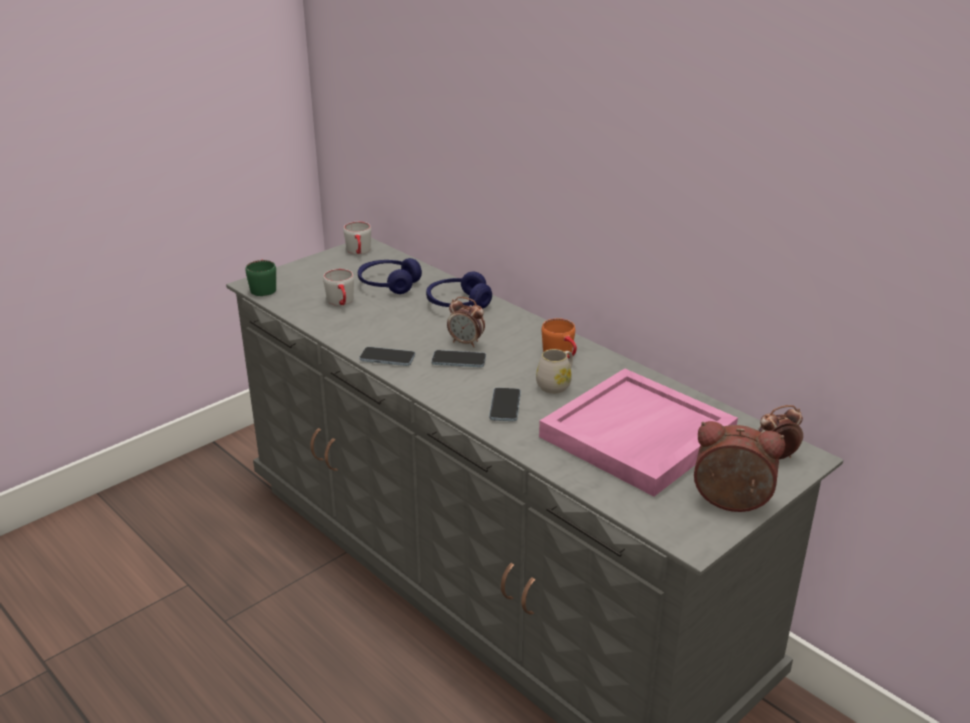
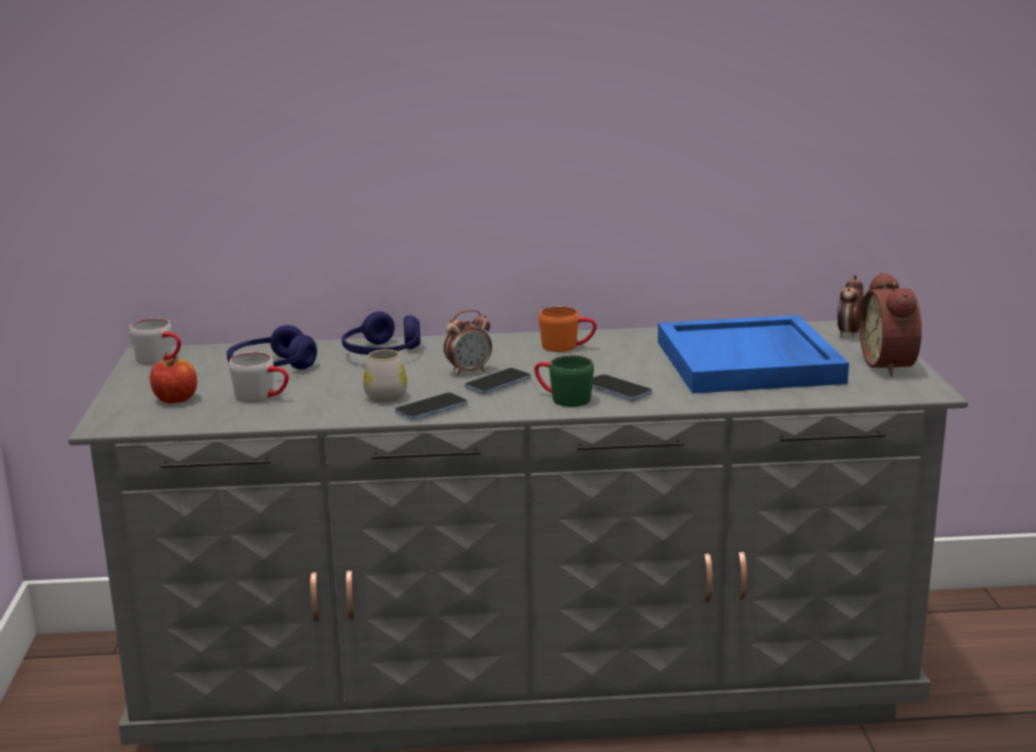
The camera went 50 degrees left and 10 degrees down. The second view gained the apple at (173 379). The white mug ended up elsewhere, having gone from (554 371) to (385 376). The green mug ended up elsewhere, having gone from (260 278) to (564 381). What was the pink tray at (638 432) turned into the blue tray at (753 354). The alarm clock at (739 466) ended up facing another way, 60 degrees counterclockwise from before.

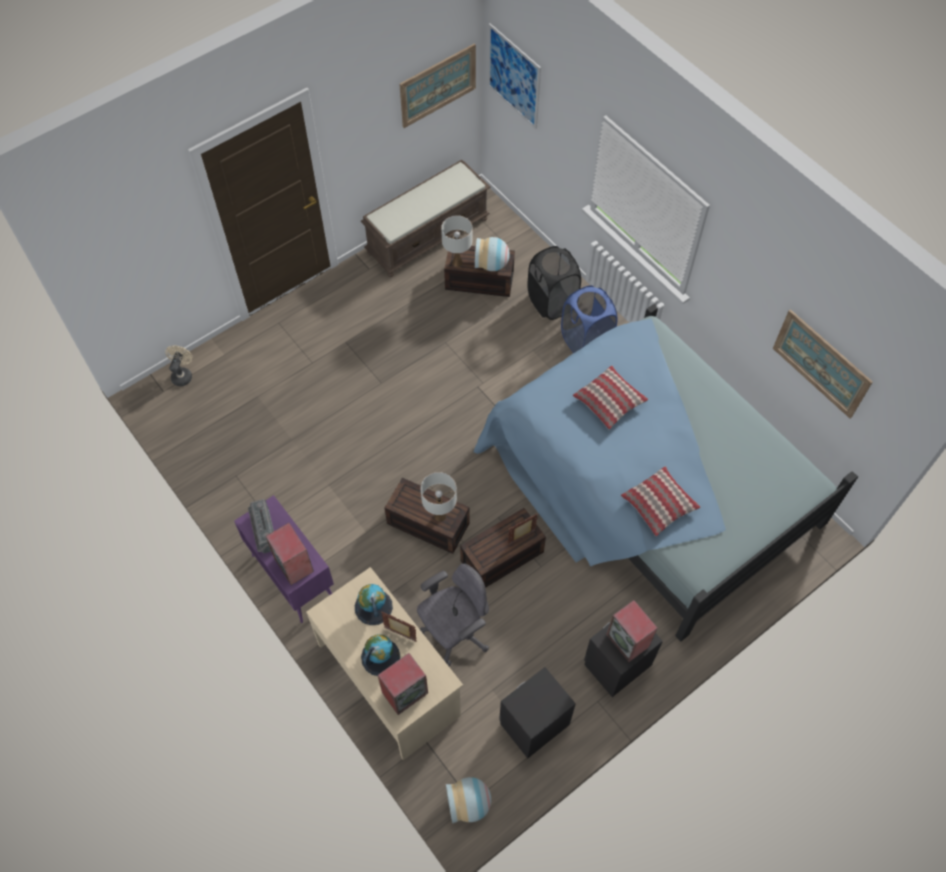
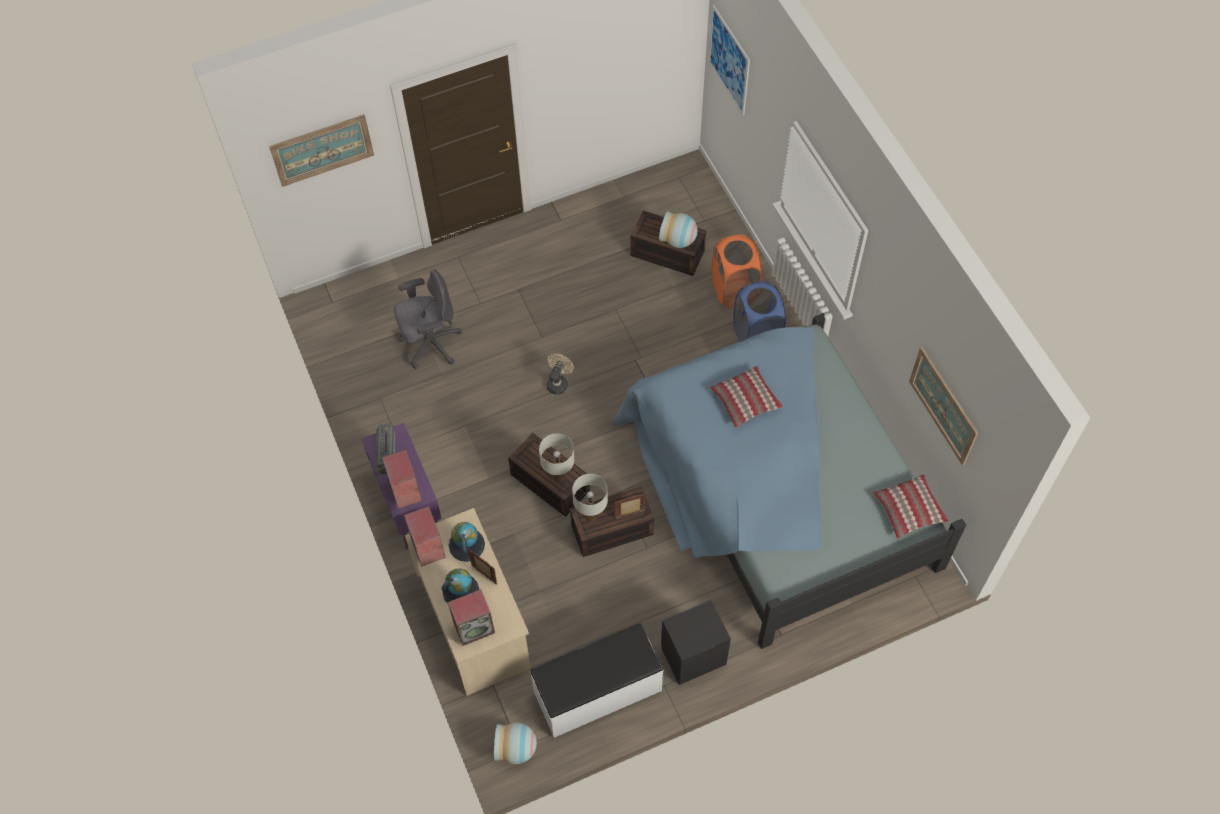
The camera went 15 degrees right and 0 degrees up. The picture ended up elsewhere, having gone from (437 86) to (321 150). The grey office chair ended up elsewhere, having gone from (453 614) to (428 319). The speaker ended up elsewhere, having gone from (632 631) to (425 536). Where the black nightstand stood at (537 712), the white bench came to stand at (596 680). The beige fan ended up elsewhere, having gone from (179 366) to (560 374). The white table lamp ended up elsewhere, having gone from (456 241) to (590 498). What was the black laundry basket at (554 283) turned into the orange laundry basket at (736 271). The pillow ended up elsewhere, having gone from (660 501) to (911 506). The second view lost the brown bench at (425 218).

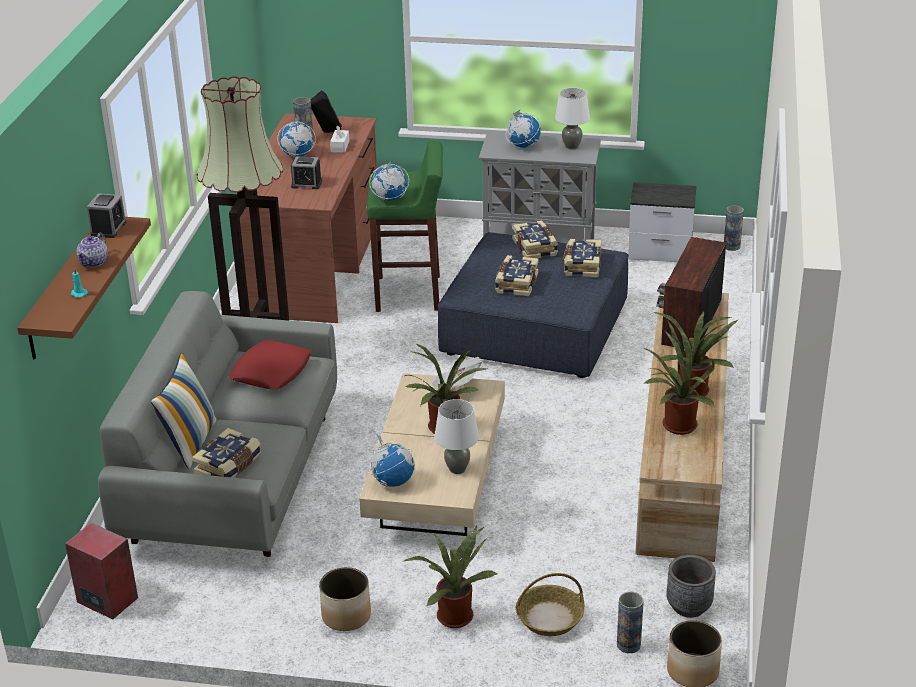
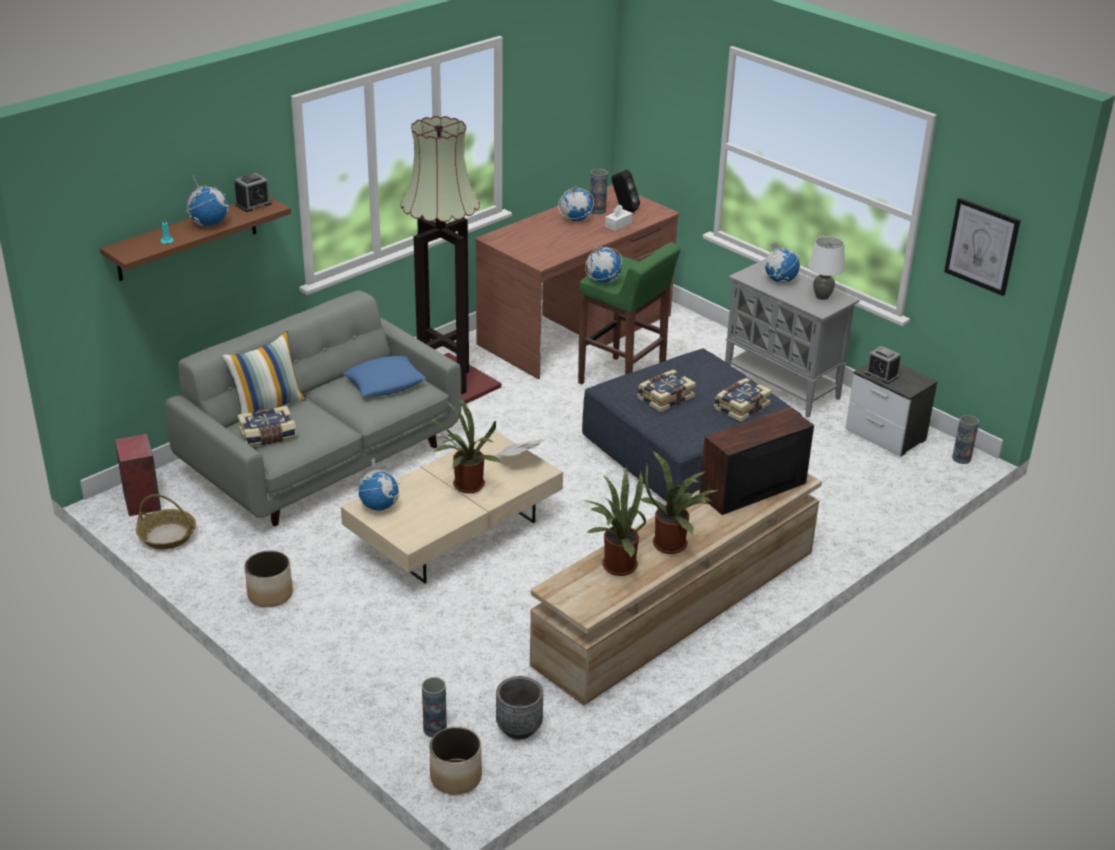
The camera went 35 degrees right and 0 degrees up. The basket ended up elsewhere, having gone from (550 604) to (166 521). Where the teapot stood at (92 249), the globe came to stand at (207 201). What was the red pillow at (270 365) turned into the blue pillow at (384 376). The alarm clock ended up elsewhere, having gone from (306 172) to (883 365). The second view gained the picture at (982 247). The second view lost the potted plant at (451 577). The second view lost the white table lamp at (456 436). The second view lost the book at (535 239).

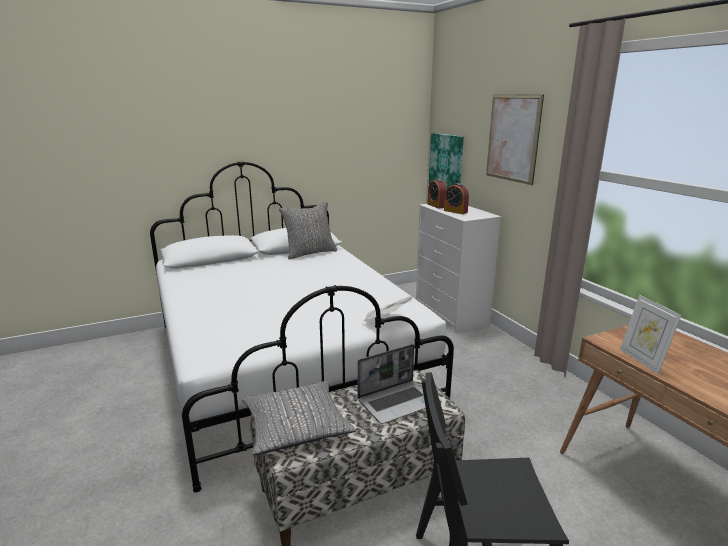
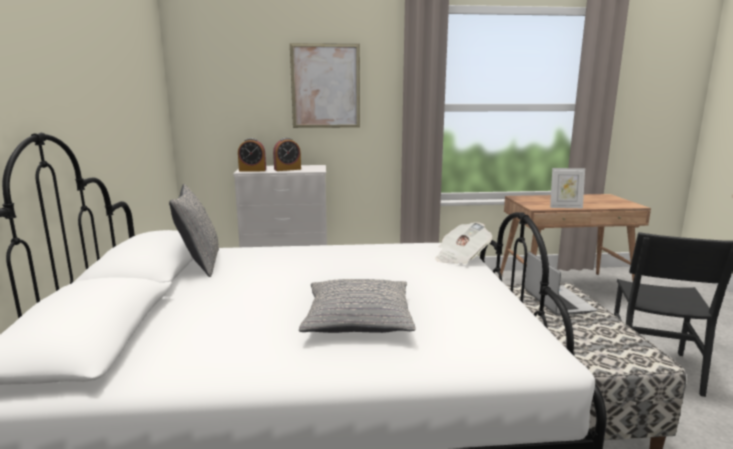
The camera went 70 degrees left and 5 degrees down. The grey pillow ended up elsewhere, having gone from (299 418) to (357 306). The second view lost the picture at (446 160).

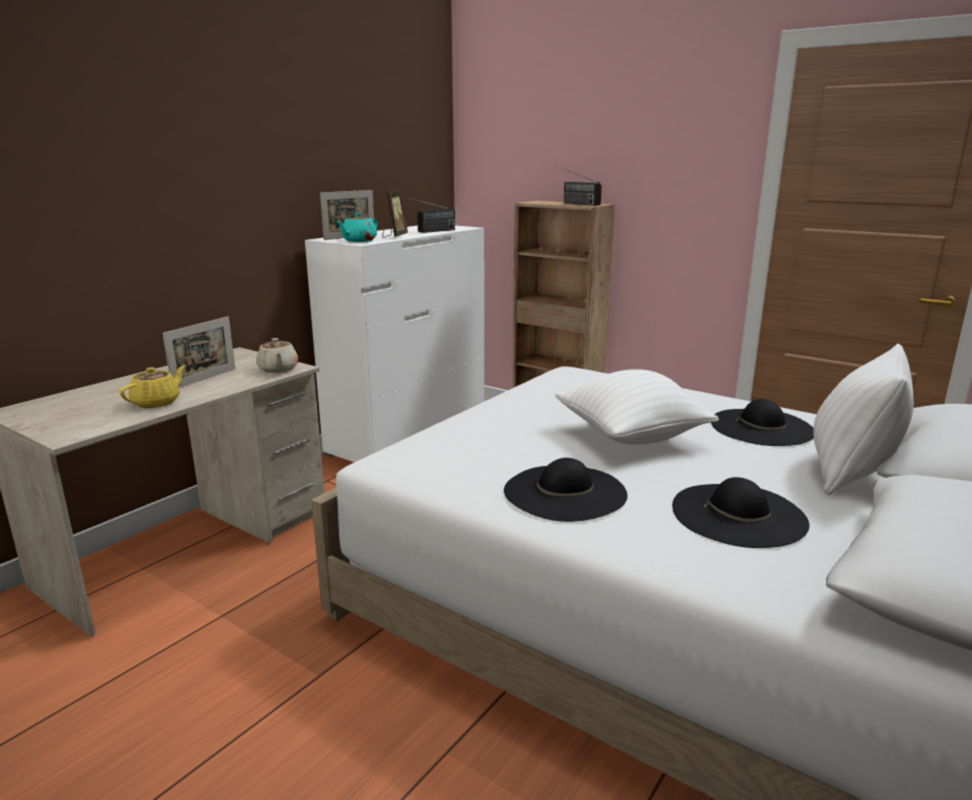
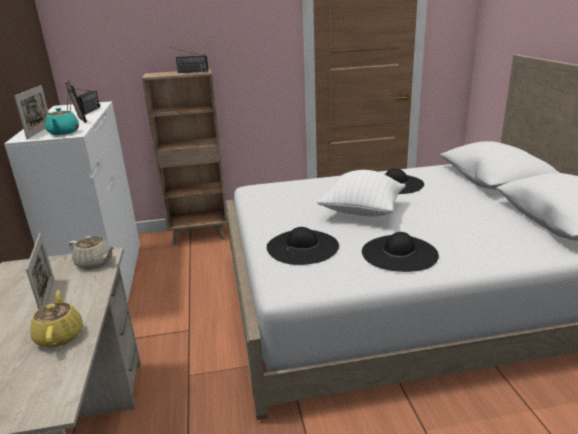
The camera went 45 degrees left and 5 degrees up. The black hat ended up elsewhere, having gone from (740 512) to (303 246). The second view lost the white pillow at (863 419).

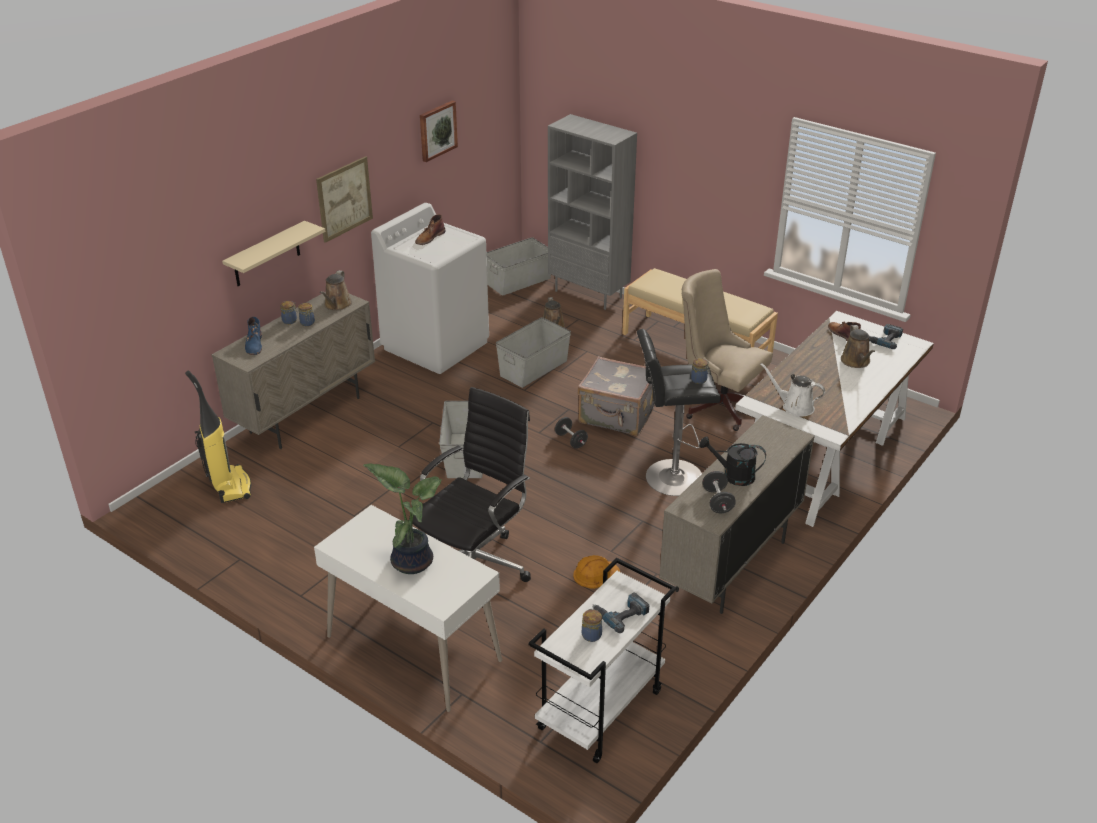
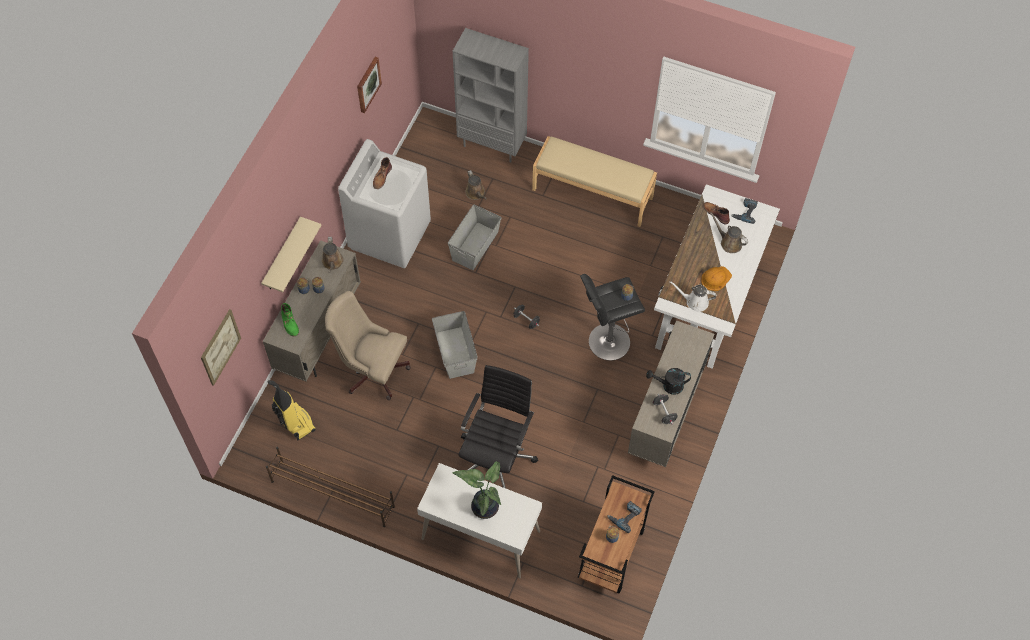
The camera went 15 degrees left and 25 degrees up. The picture ended up elsewhere, having gone from (344 199) to (221 347). The second view gained the brown shoe rack at (330 487). What was the blue boot at (253 336) turned into the green boot at (290 319). The beige office chair ended up elsewhere, having gone from (727 350) to (368 345). What was the white cart at (603 660) turned into the brown cart at (616 534). The orange hard hat ended up elsewhere, having gone from (596 572) to (716 278). The brown watering can at (858 346) ended up facing another way, 150 degrees clockwise from before. The second view lost the grey storage box at (518 266). The second view lost the grey suitcase at (616 396).

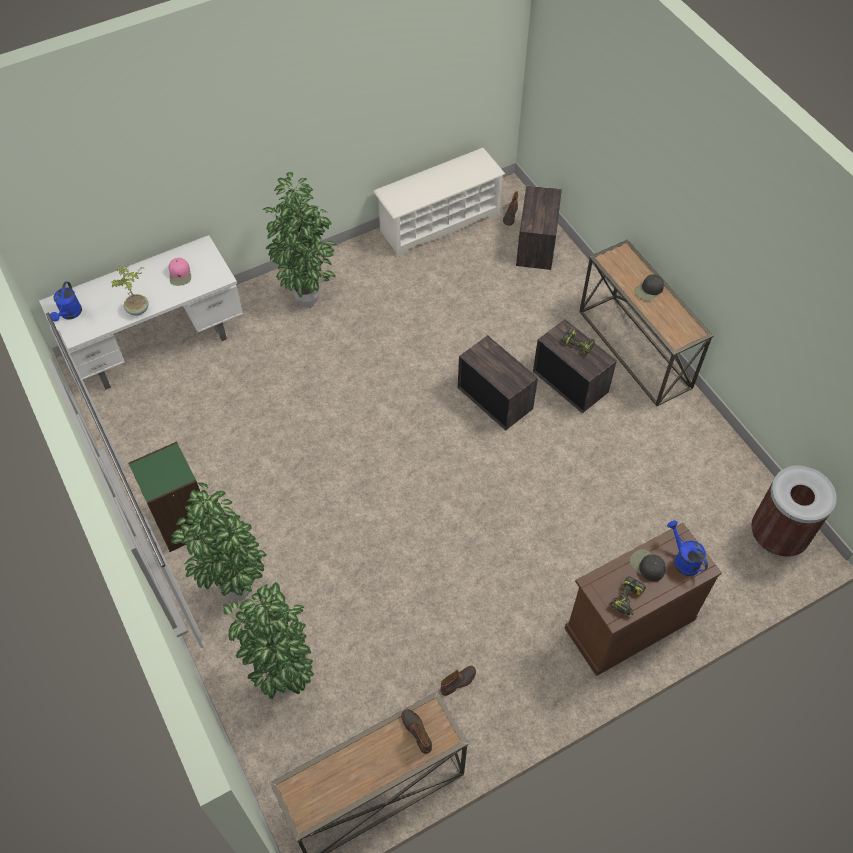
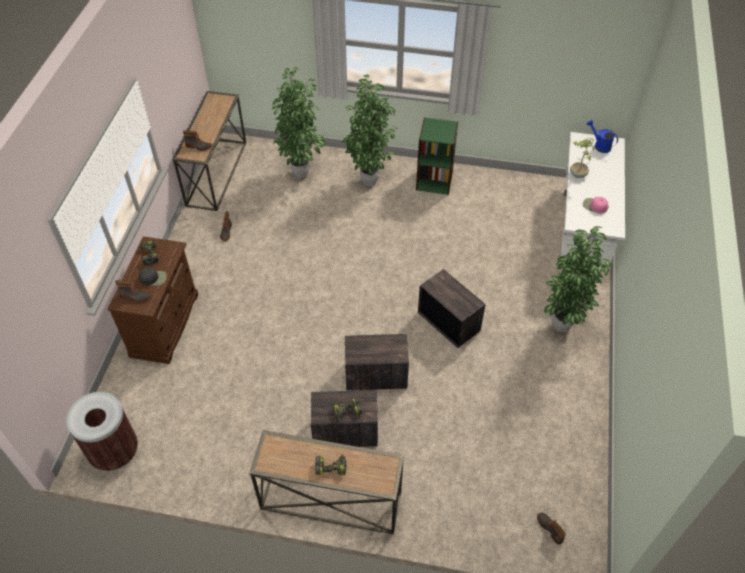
The camera went 130 degrees right and 5 degrees down. Where the blue watering can stood at (687 548), the boot came to stand at (133 291). Where the black cap stood at (649 287), the power drill came to stand at (331 465). The crate ended up elsewhere, having gone from (539 227) to (451 308). The second view lost the white shoe rack at (439 202).

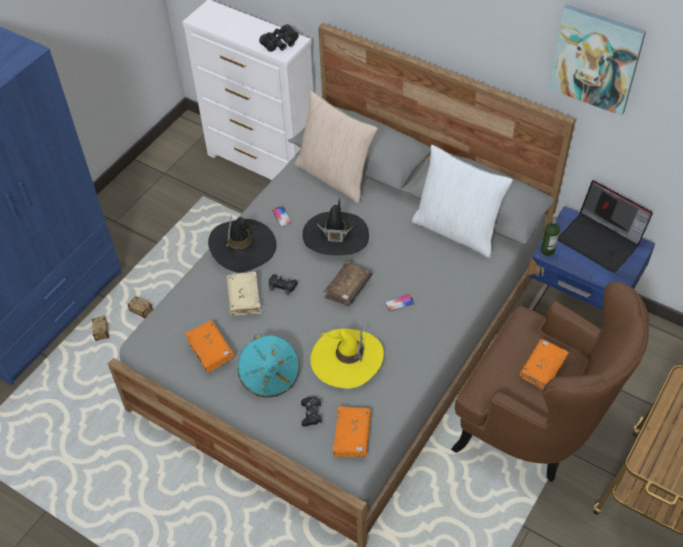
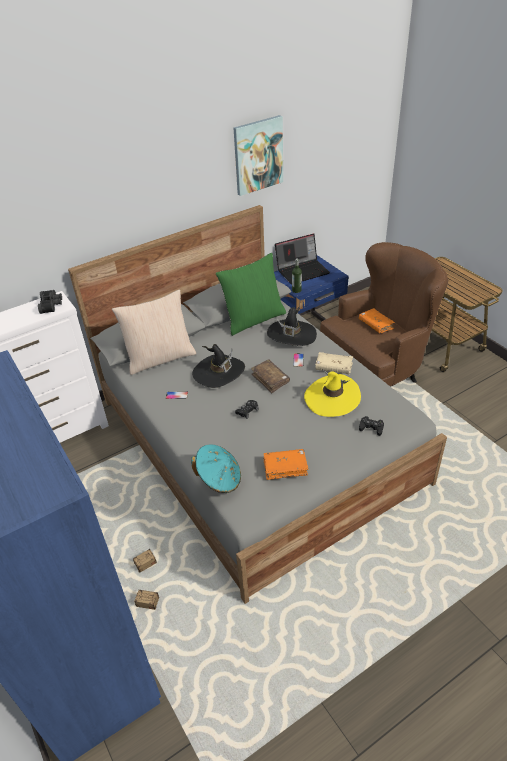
The camera went 65 degrees left and 10 degrees down. The turquoise hat ended up elsewhere, having gone from (269 365) to (216 468). What was the white pillow at (462 201) turned into the green pillow at (251 294). The black hat ended up elsewhere, having gone from (242 243) to (292 326). The beige book ended up elsewhere, having gone from (243 294) to (334 363). The second view lost the orange book at (352 431).

